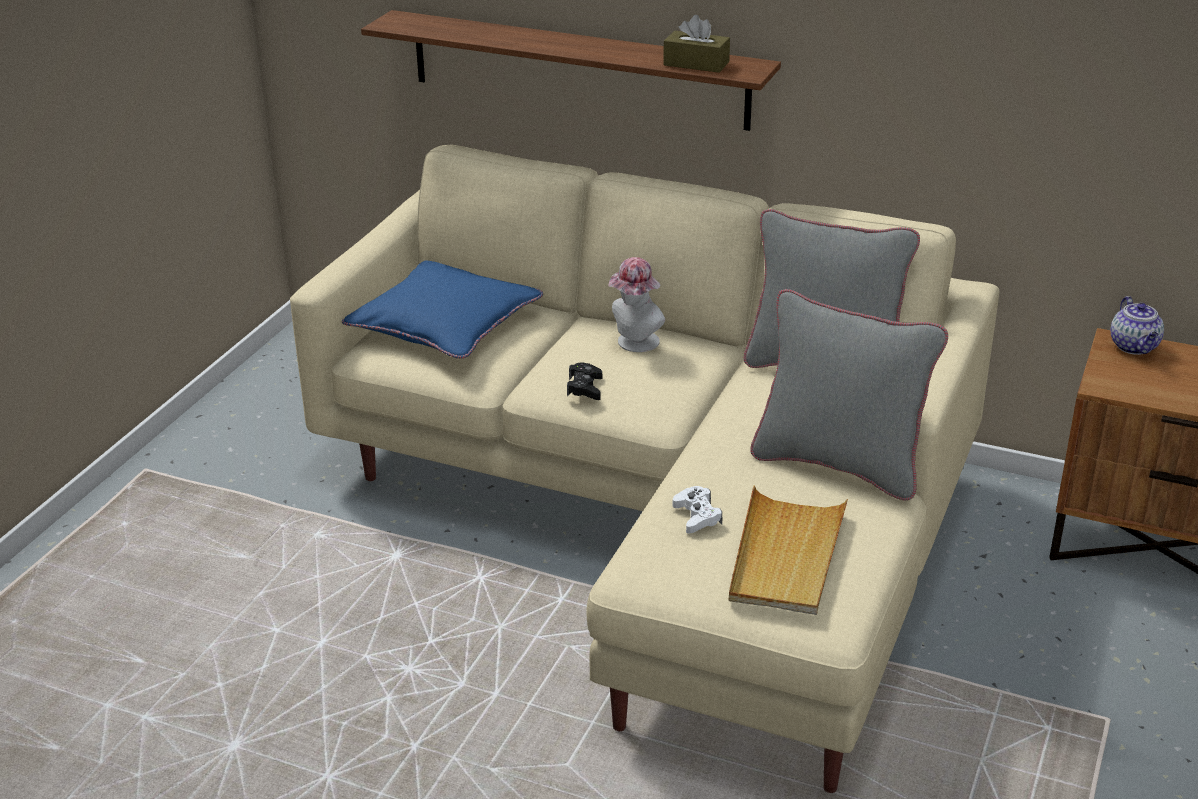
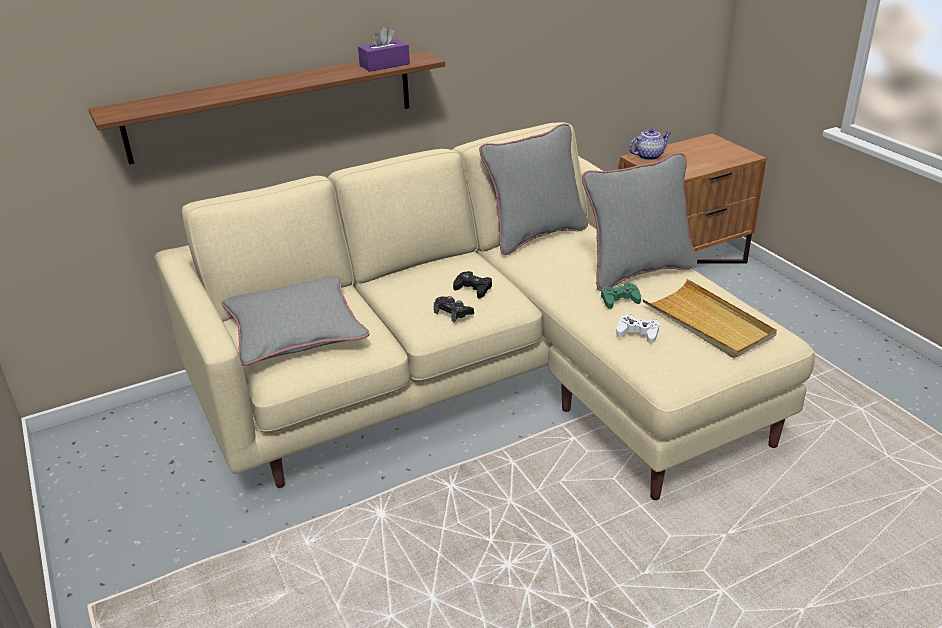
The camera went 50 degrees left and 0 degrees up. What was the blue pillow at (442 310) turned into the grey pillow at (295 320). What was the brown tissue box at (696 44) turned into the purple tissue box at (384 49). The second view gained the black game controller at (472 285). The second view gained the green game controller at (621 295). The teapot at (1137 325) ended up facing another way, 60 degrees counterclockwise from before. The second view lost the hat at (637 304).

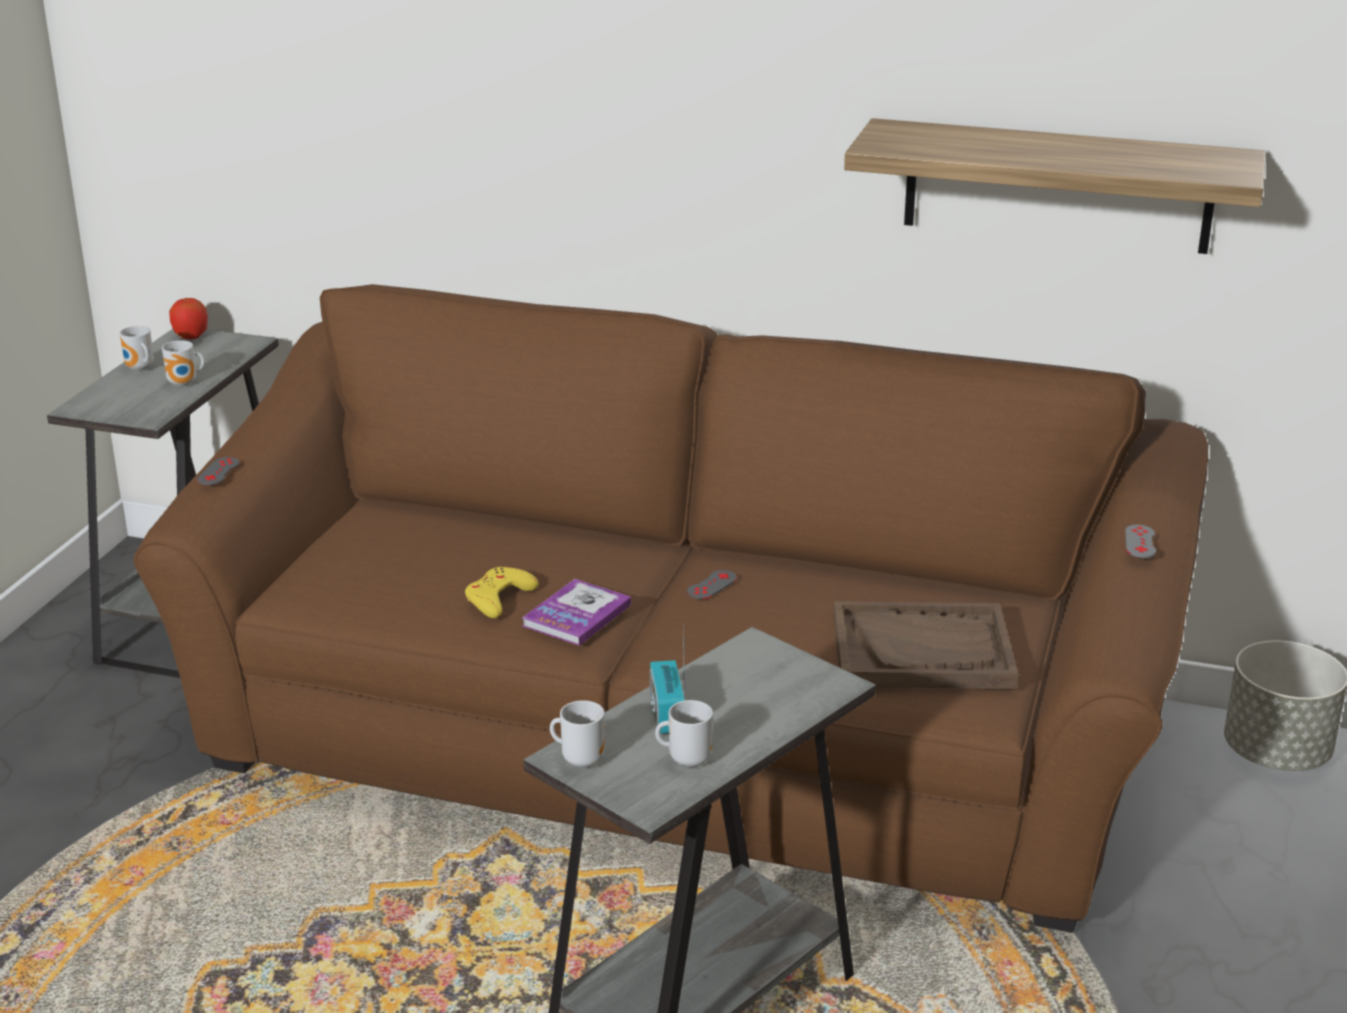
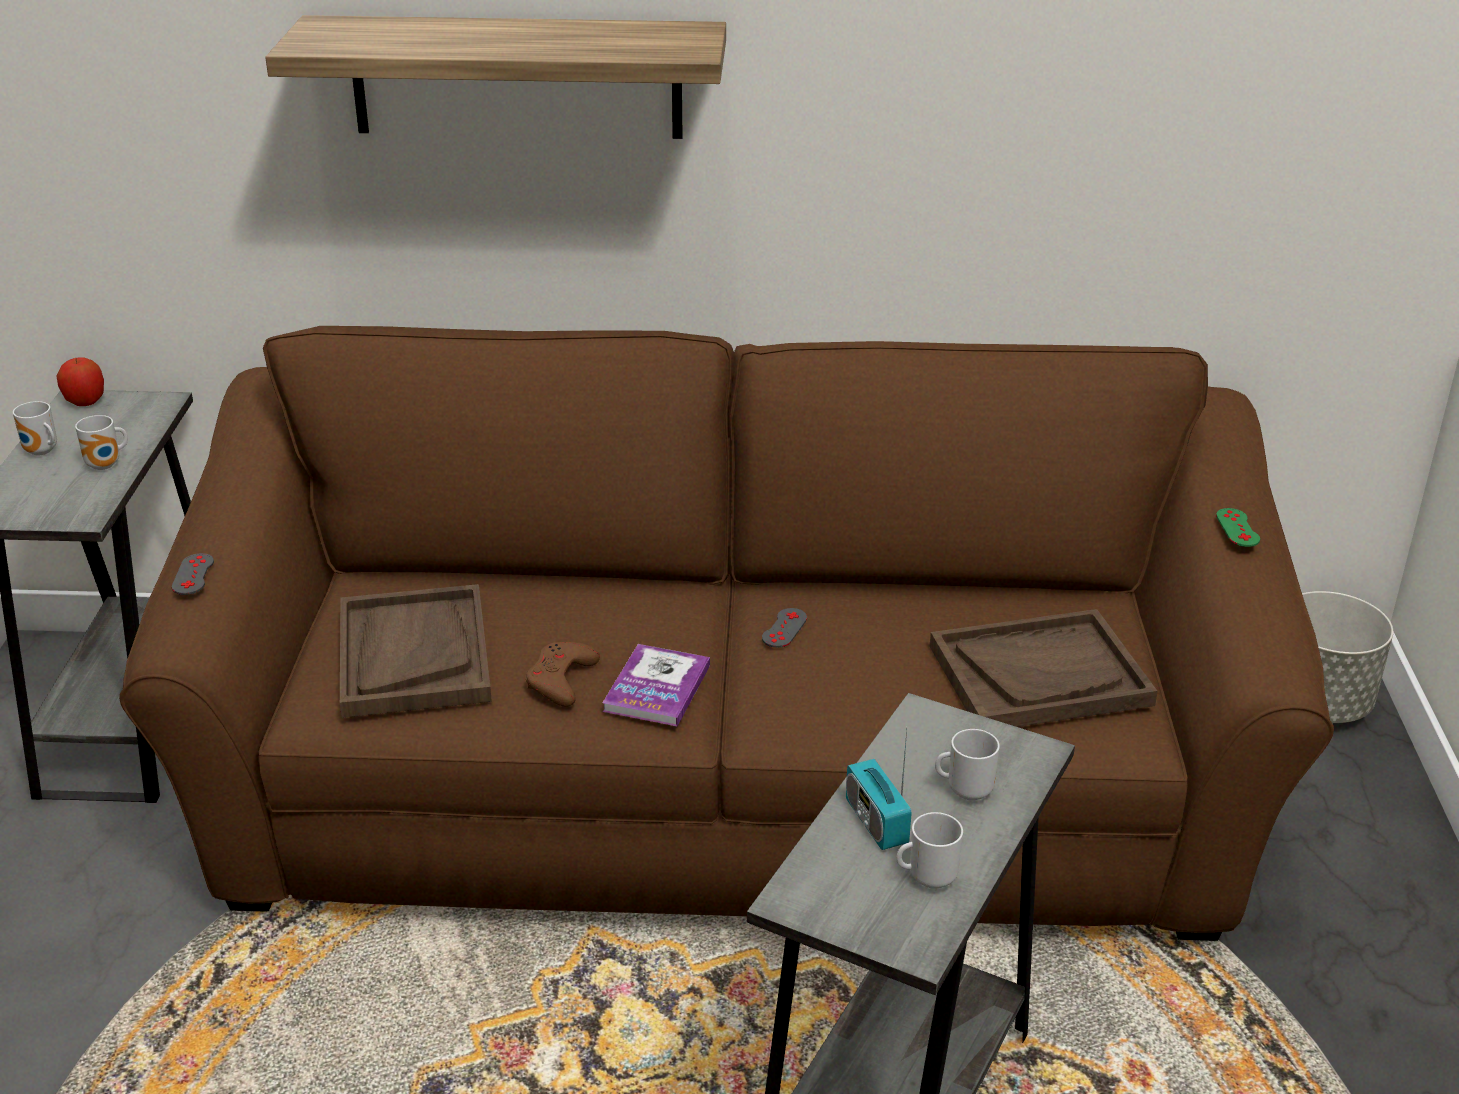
The camera went 15 degrees left and 5 degrees up. The shelf ended up elsewhere, having gone from (1055 186) to (495 77). The second view gained the brown tray at (416 651). What was the yellow game controller at (501 592) turned into the brown game controller at (563 674). The mug ended up elsewhere, having gone from (577 734) to (967 765). What was the grey game controller at (1140 541) turned into the green game controller at (1238 527).

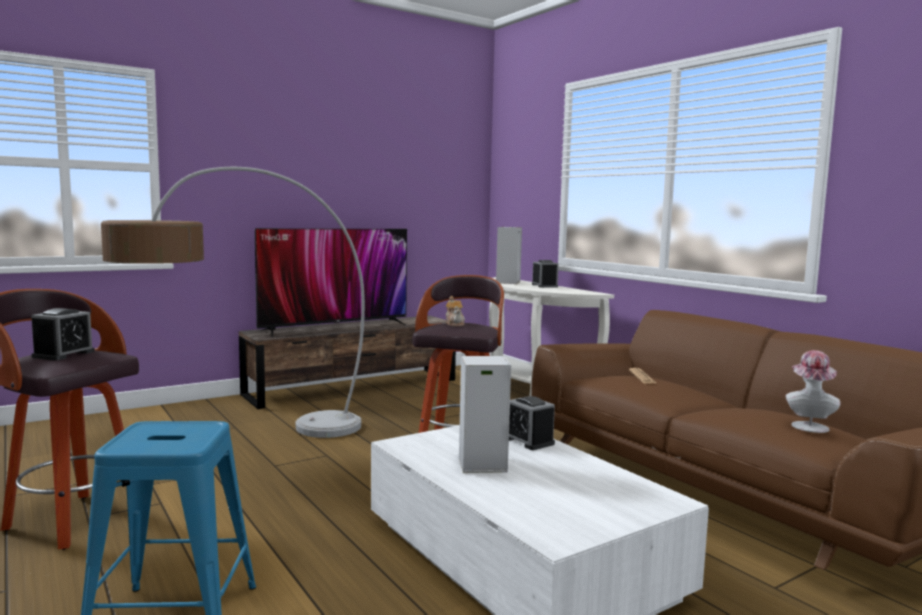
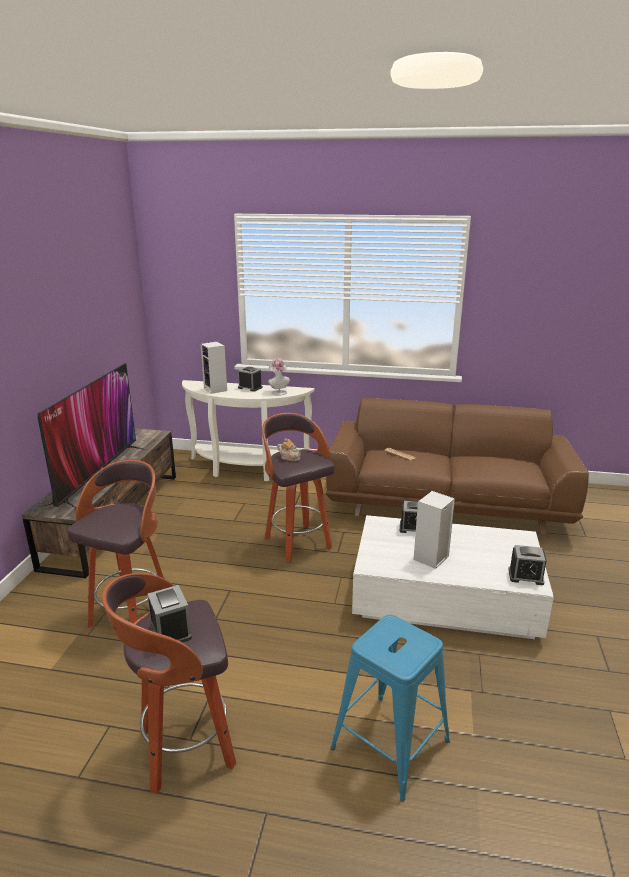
The camera went 45 degrees left and 15 degrees up. Where the floor lamp stood at (233 302), the stool came to stand at (116 544). The hat ended up elsewhere, having gone from (813 391) to (279 376). The second view gained the alarm clock at (527 565).

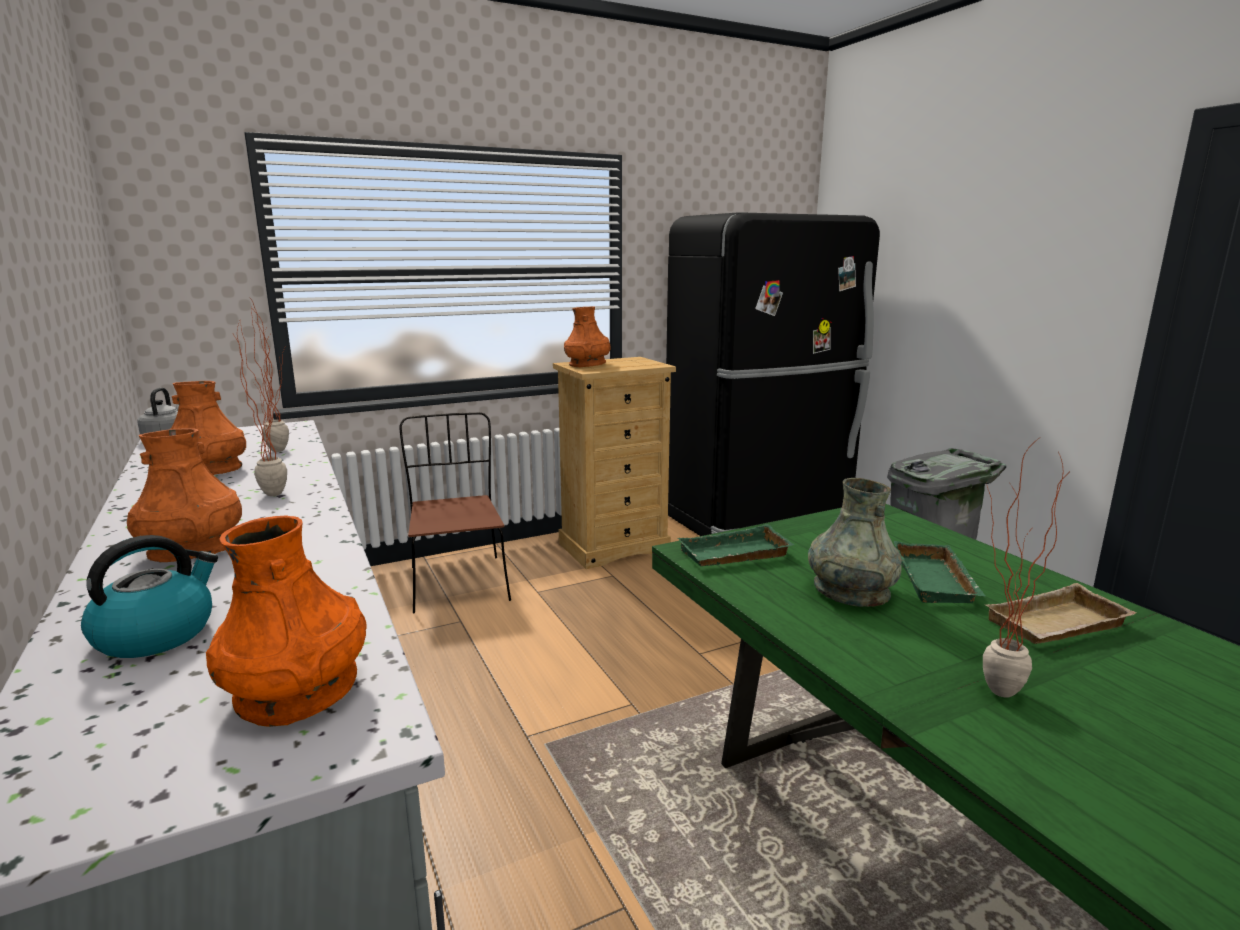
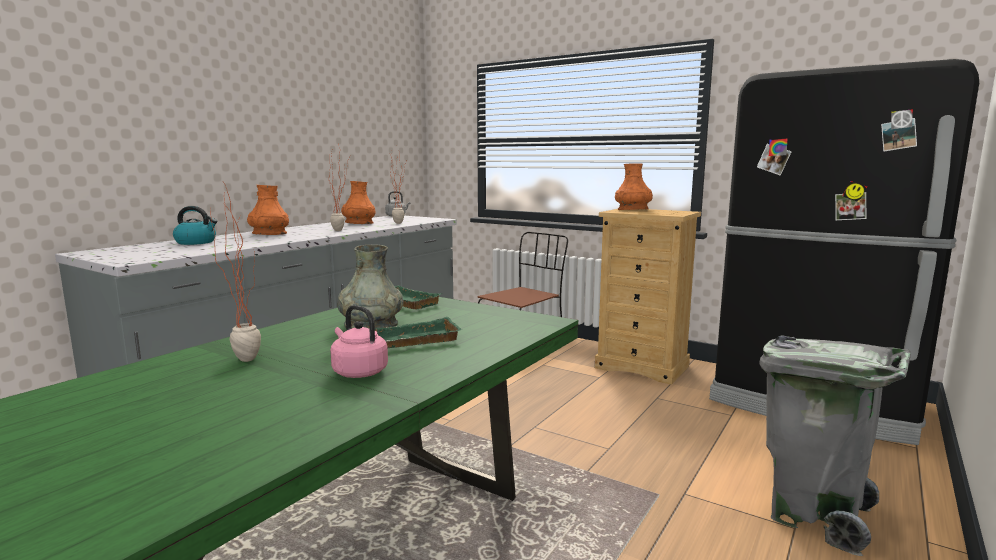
The camera went 60 degrees right and 5 degrees down. Where the beige tray stood at (1060 613), the pink kettle came to stand at (359 341). The second view lost the orange vase at (286 621).

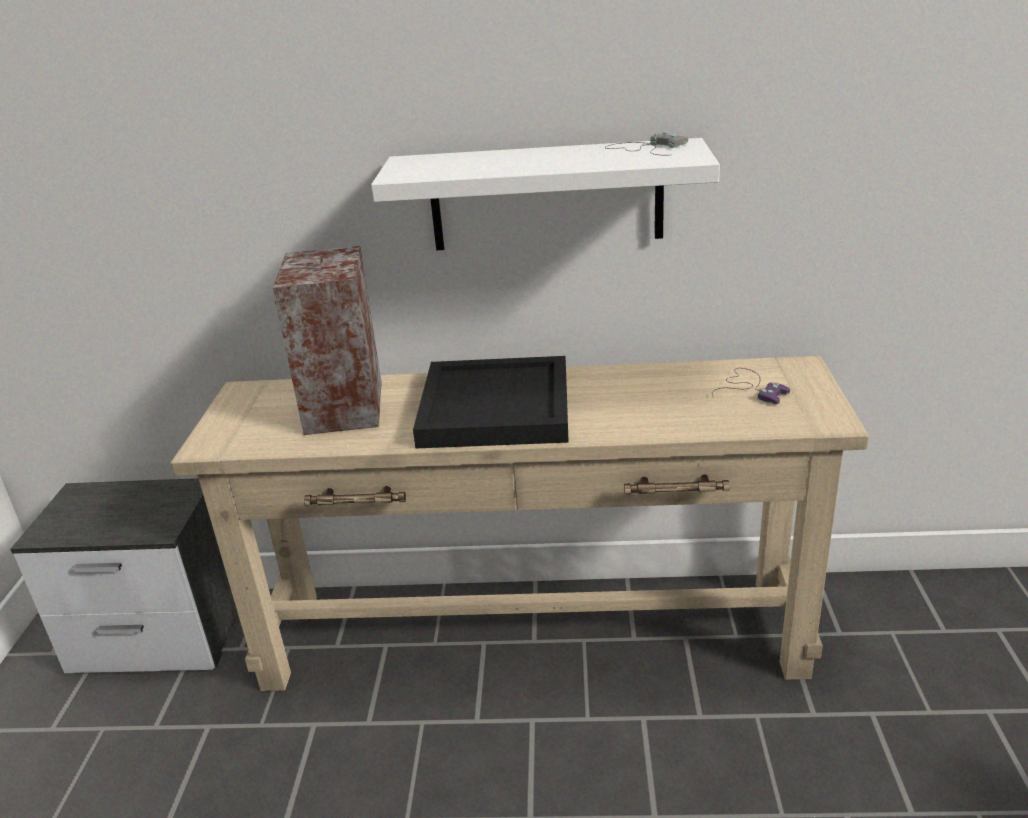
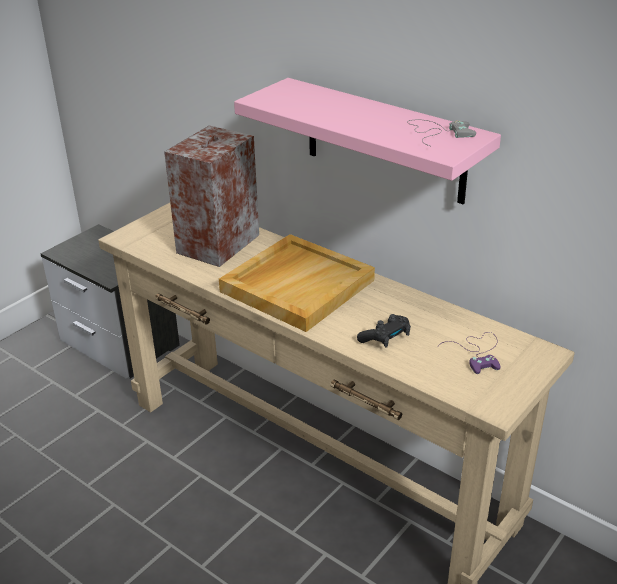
The camera went 35 degrees right and 5 degrees up. What was the black tray at (491 402) turned into the beige tray at (297 283). What was the white shelf at (545 194) turned into the pink shelf at (367 141). The second view gained the black game controller at (384 331).

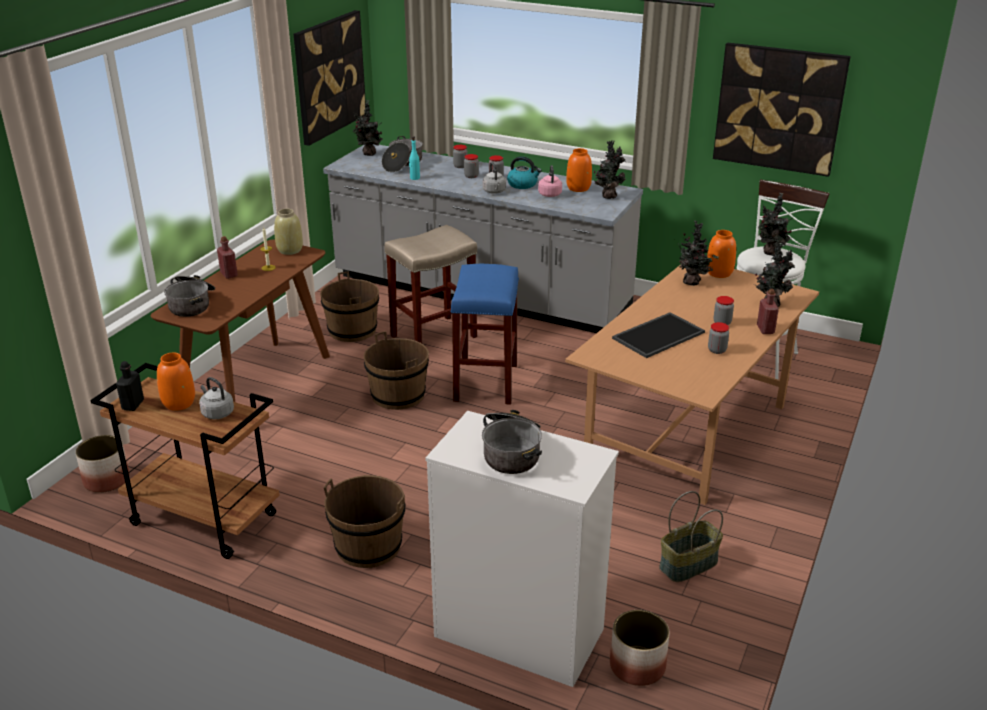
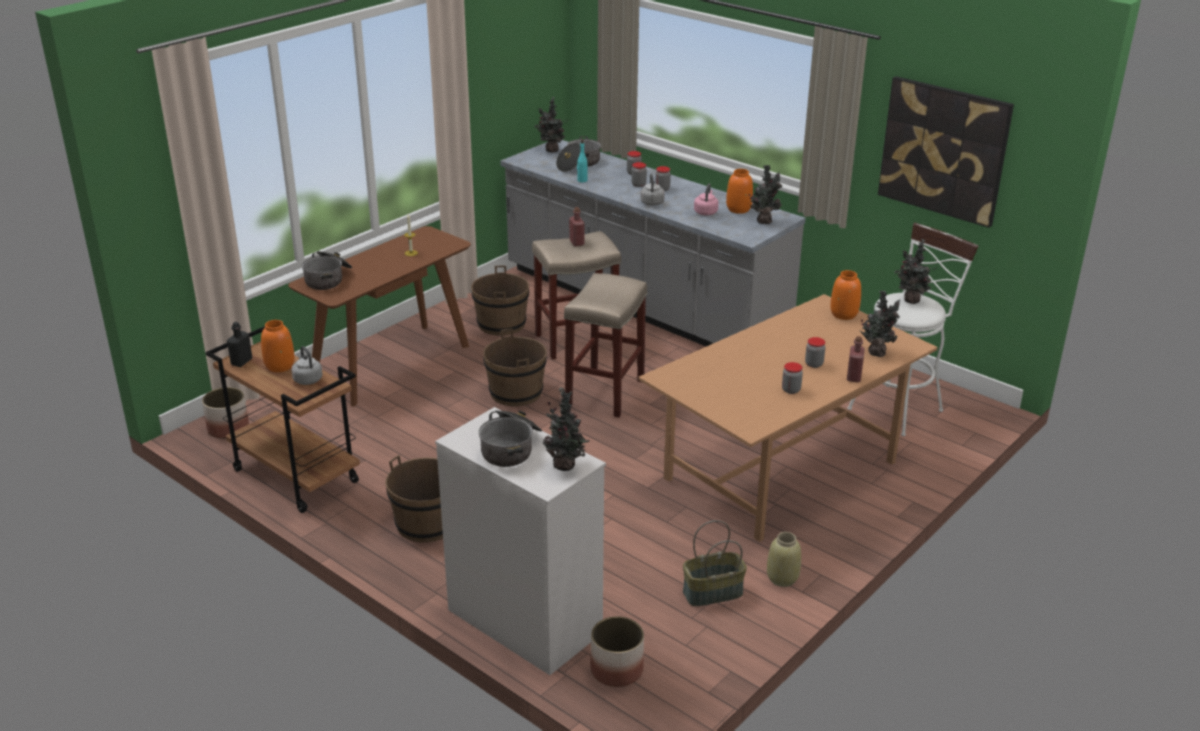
The camera went 15 degrees right and 0 degrees up. The potted plant ended up elsewhere, having gone from (698 253) to (566 429). What was the blue stool at (484 334) turned into the beige stool at (605 345). The red bottle ended up elsewhere, having gone from (227 257) to (577 226). The beige vase ended up elsewhere, having gone from (288 232) to (784 559). The second view lost the picture at (330 78). The second view lost the kettle at (524 172). The second view lost the tray at (658 335).

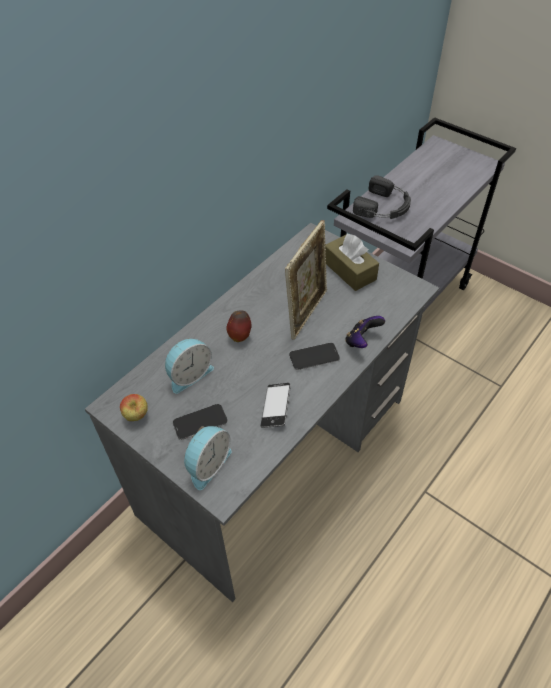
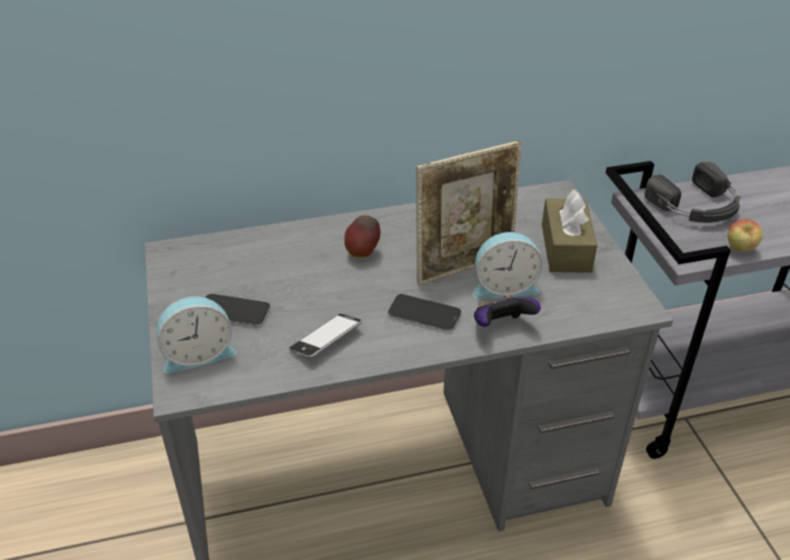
The camera went 35 degrees right and 10 degrees down. The alarm clock ended up elsewhere, having gone from (189 366) to (508 265). The apple ended up elsewhere, having gone from (134 407) to (745 235).

